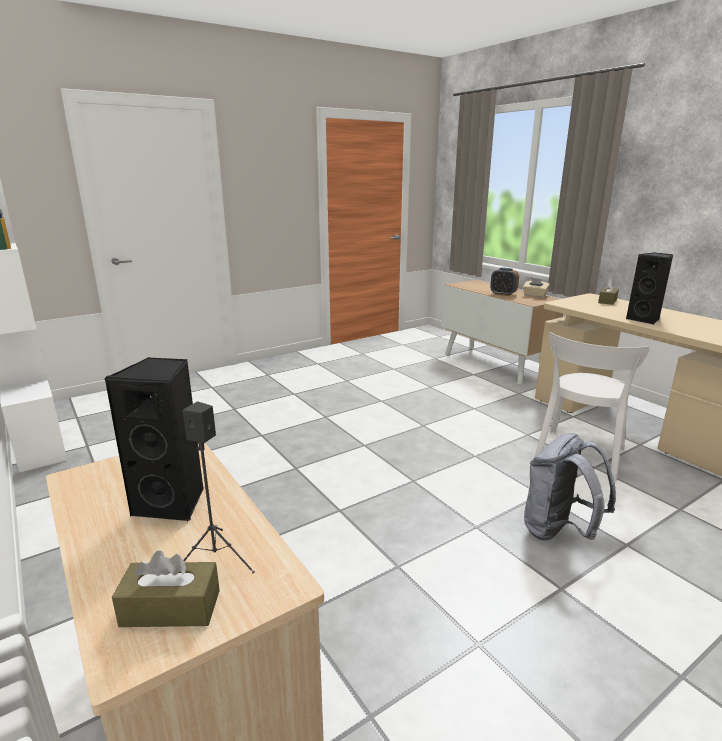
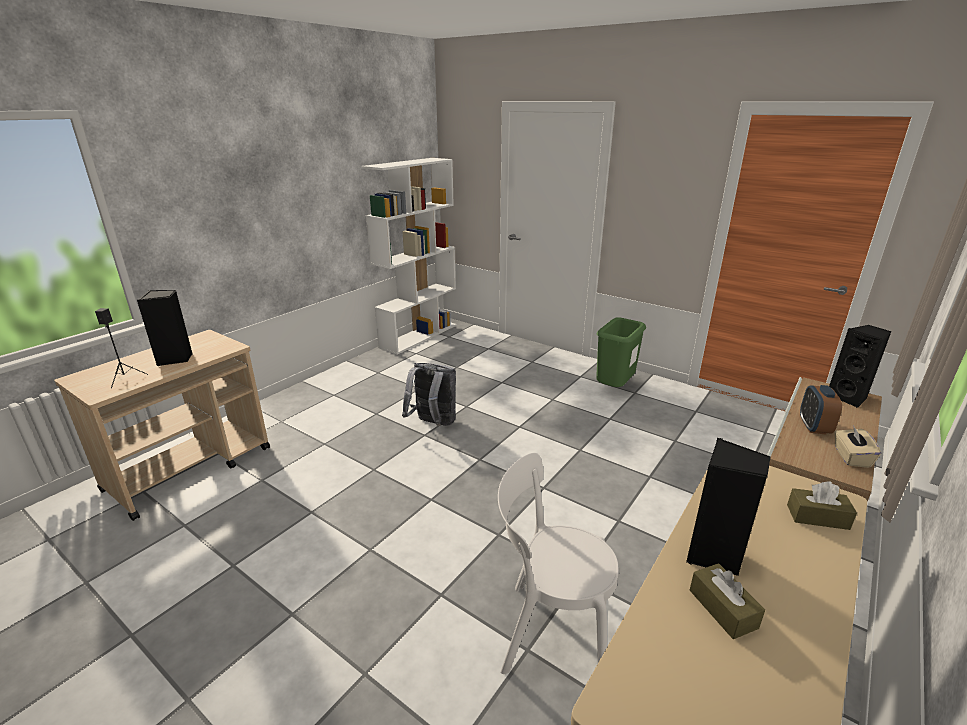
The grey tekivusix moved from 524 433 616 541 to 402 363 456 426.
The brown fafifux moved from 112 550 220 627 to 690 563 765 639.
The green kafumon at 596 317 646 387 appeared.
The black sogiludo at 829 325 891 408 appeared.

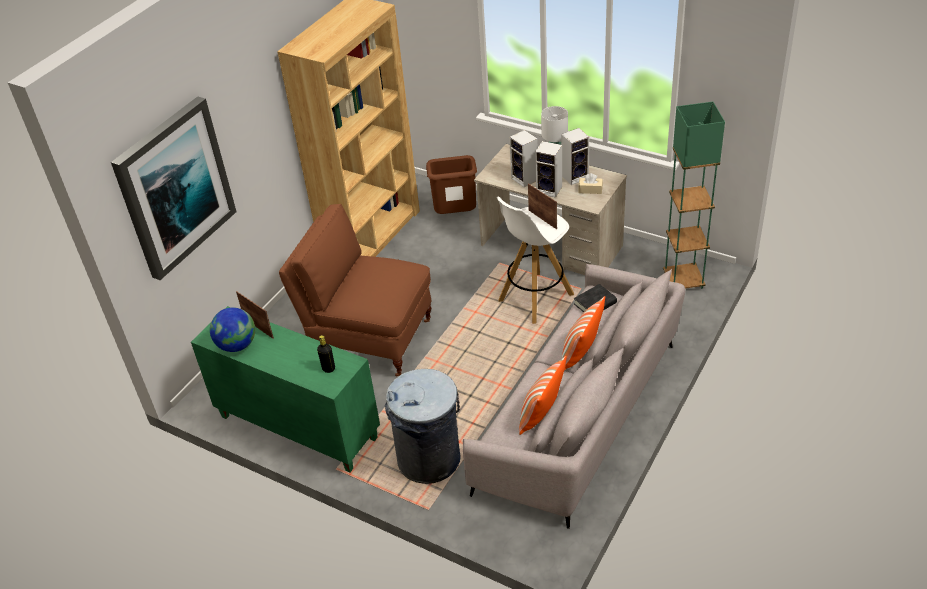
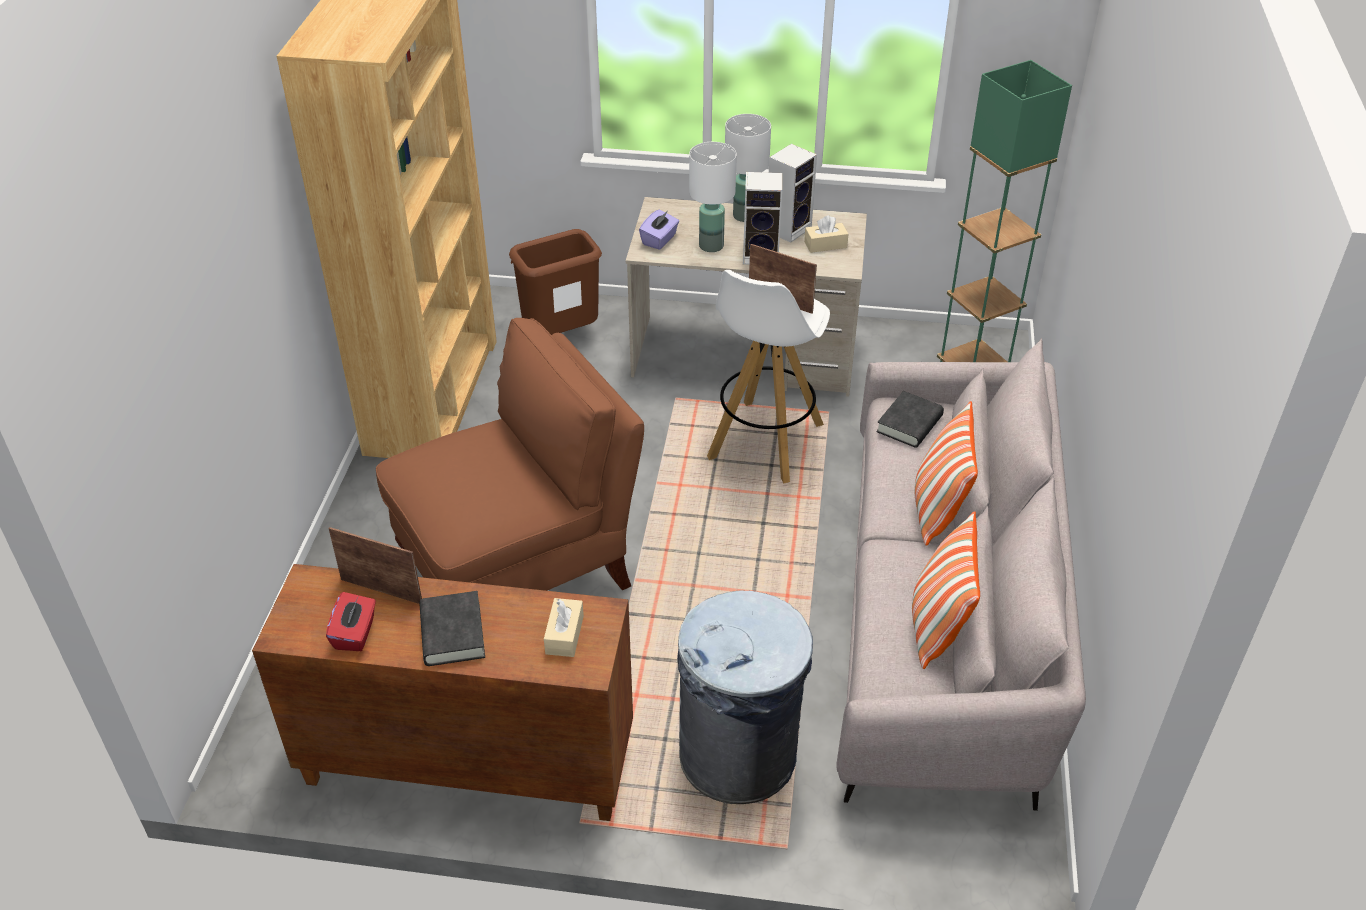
The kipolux at 111 96 237 280 disappeared.
The sogiludo at 509 130 538 187 was replaced by the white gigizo at 689 142 737 252.
The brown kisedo at 279 204 432 377 turned 150 degrees clockwise.
The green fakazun at 191 306 380 472 became the brown fakazun at 252 564 633 821.
The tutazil at 210 307 255 352 was replaced by the red fafifux at 326 592 376 651.
The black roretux at 317 335 335 373 was replaced by the beige fafifux at 544 598 584 657.
The purple fafifux at 639 209 679 250 appeared.
The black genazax at 419 591 485 666 appeared.

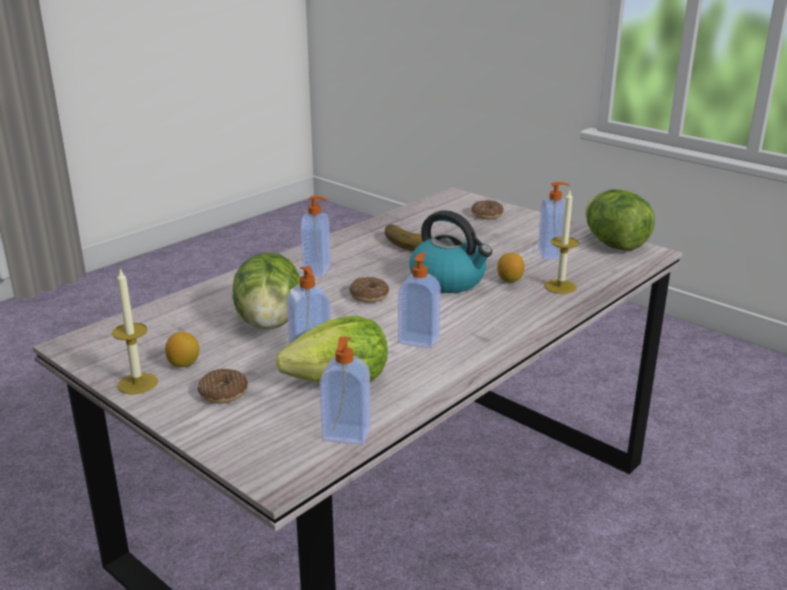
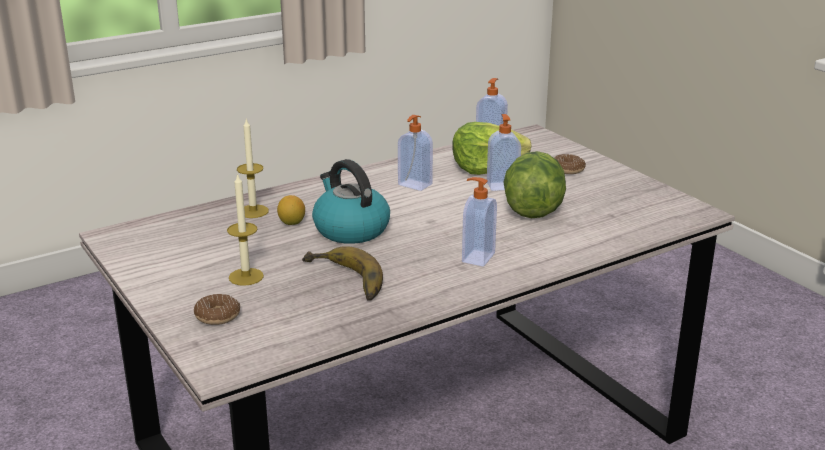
The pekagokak at 538 182 570 259 disappeared.
The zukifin at 585 189 655 251 disappeared.
The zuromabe moved from 112 269 158 394 to 227 173 264 286.
The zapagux at 349 277 389 303 disappeared.
The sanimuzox at 165 332 199 367 disappeared.

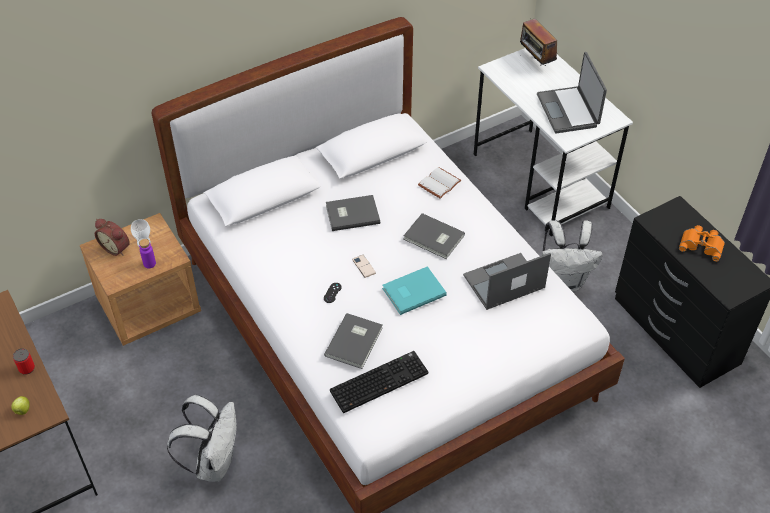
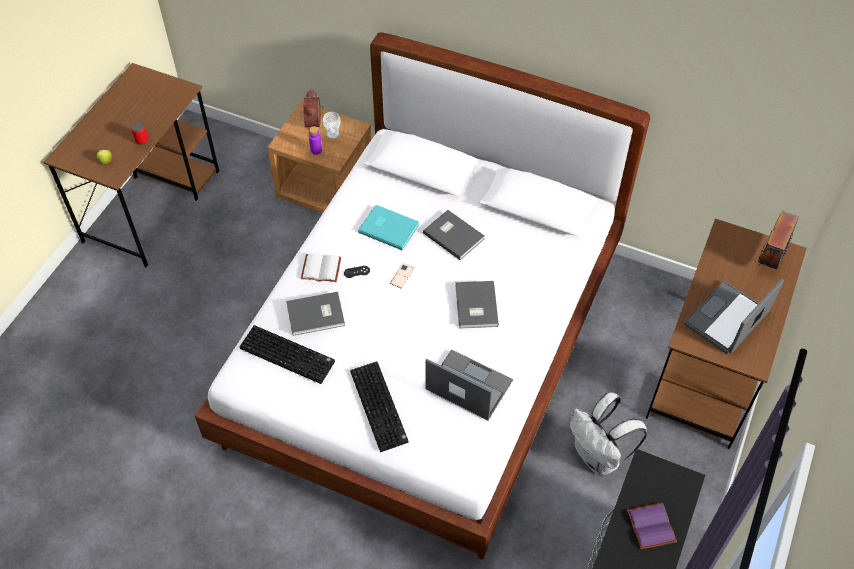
The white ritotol at 474 48 633 237 became the brown ritotol at 646 219 807 449.
The white genazax moved from 418 167 461 199 to 301 253 341 282.
The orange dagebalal at 679 225 725 262 was replaced by the purple genazax at 627 503 677 549.
The turquoise genazax moved from 382 266 447 315 to 358 205 419 250.
The white tekivusix at 167 395 237 482 disappeared.
The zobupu at 350 361 408 452 appeared.

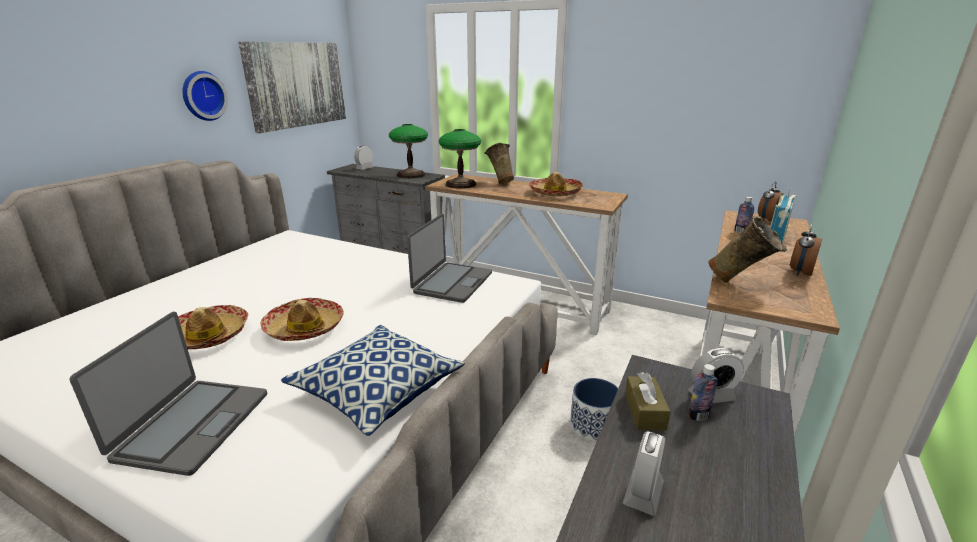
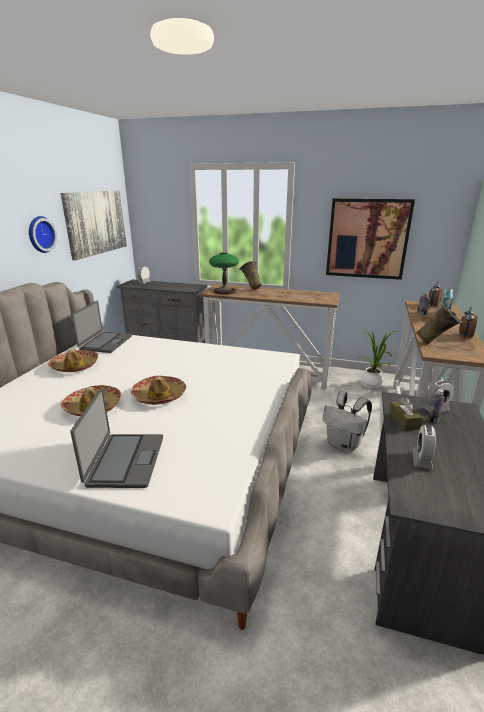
The gigizo at 389 124 428 178 disappeared.
The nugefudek moved from 529 172 583 196 to 48 349 98 372.
The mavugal moved from 407 214 492 303 to 72 301 132 353.
The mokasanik at 281 325 465 436 disappeared.
The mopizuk at 570 378 618 441 was replaced by the white tekivusix at 323 391 372 452.
The kipolux at 326 198 415 280 appeared.
The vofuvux at 359 331 400 389 appeared.

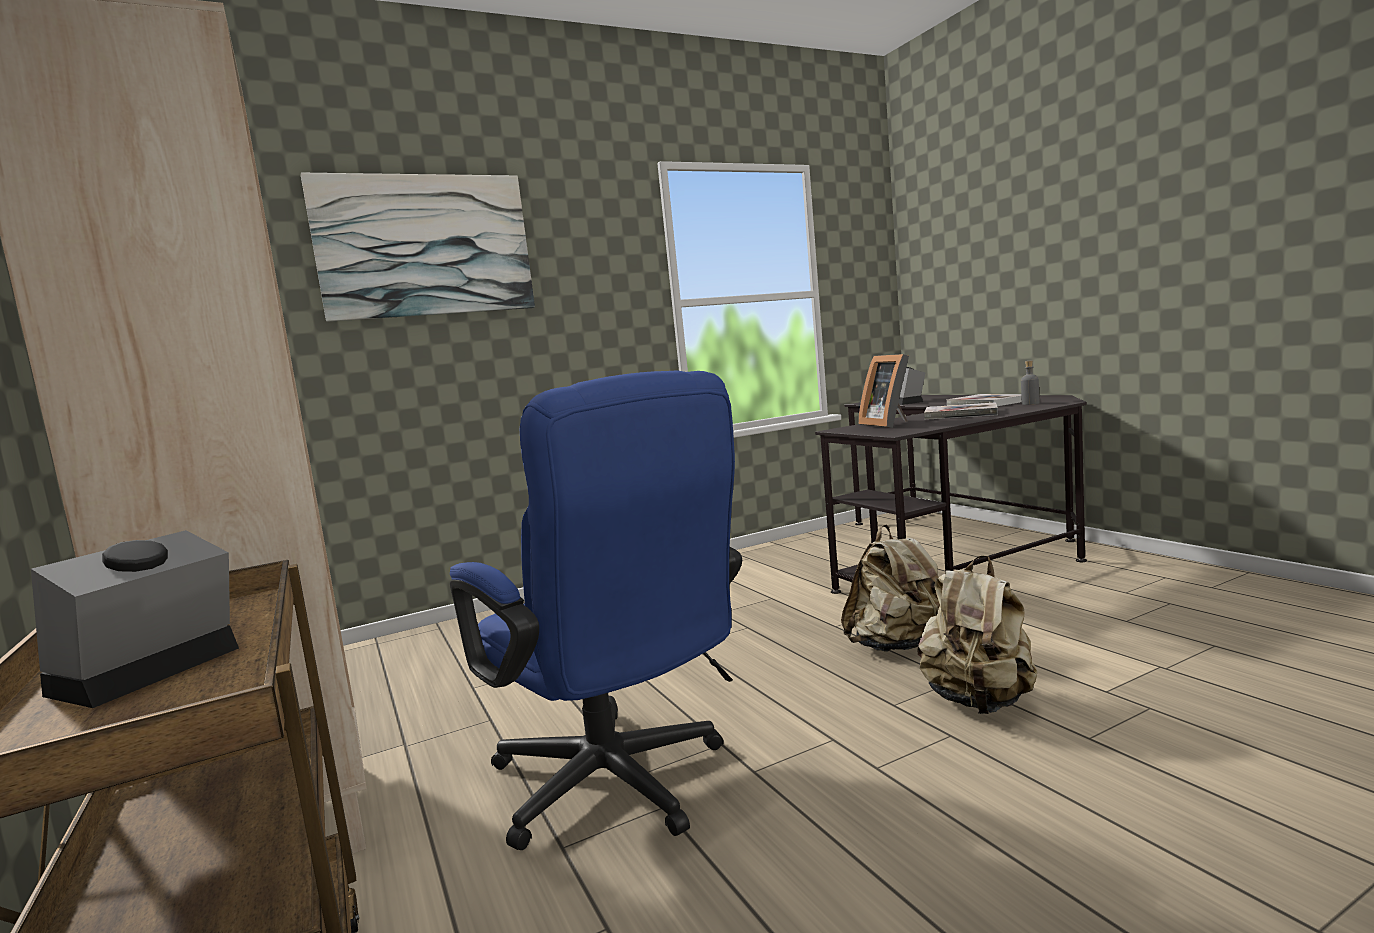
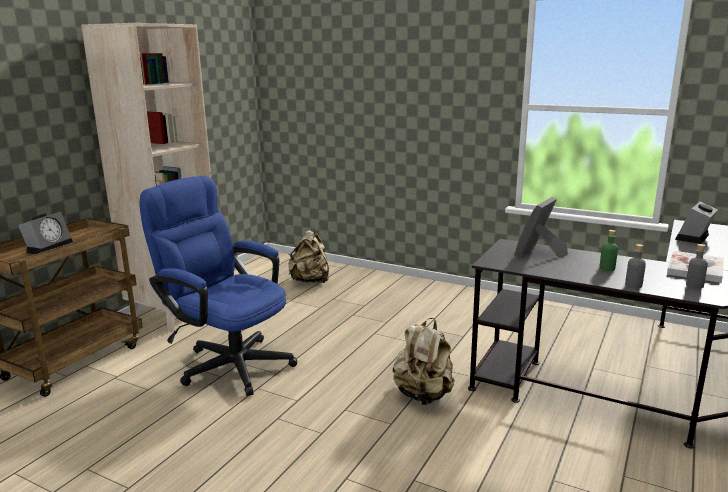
The kipolux at 301 172 535 322 disappeared.
The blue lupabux at 450 371 742 850 turned 105 degrees clockwise.
The genazax at 924 402 998 420 was replaced by the green roretux at 599 230 618 271.
The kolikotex at 31 530 239 708 turned 120 degrees clockwise.
The beige tekivusix moved from 917 555 1037 714 to 289 229 329 283.
The grey roretux at 625 244 646 288 appeared.

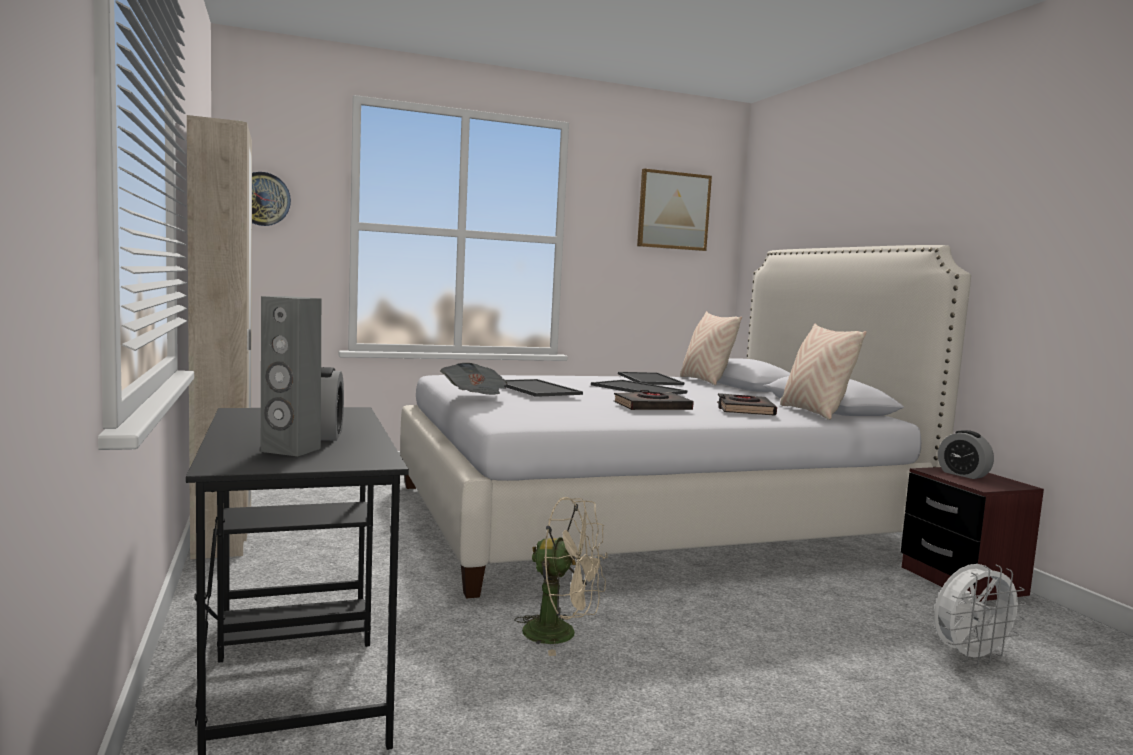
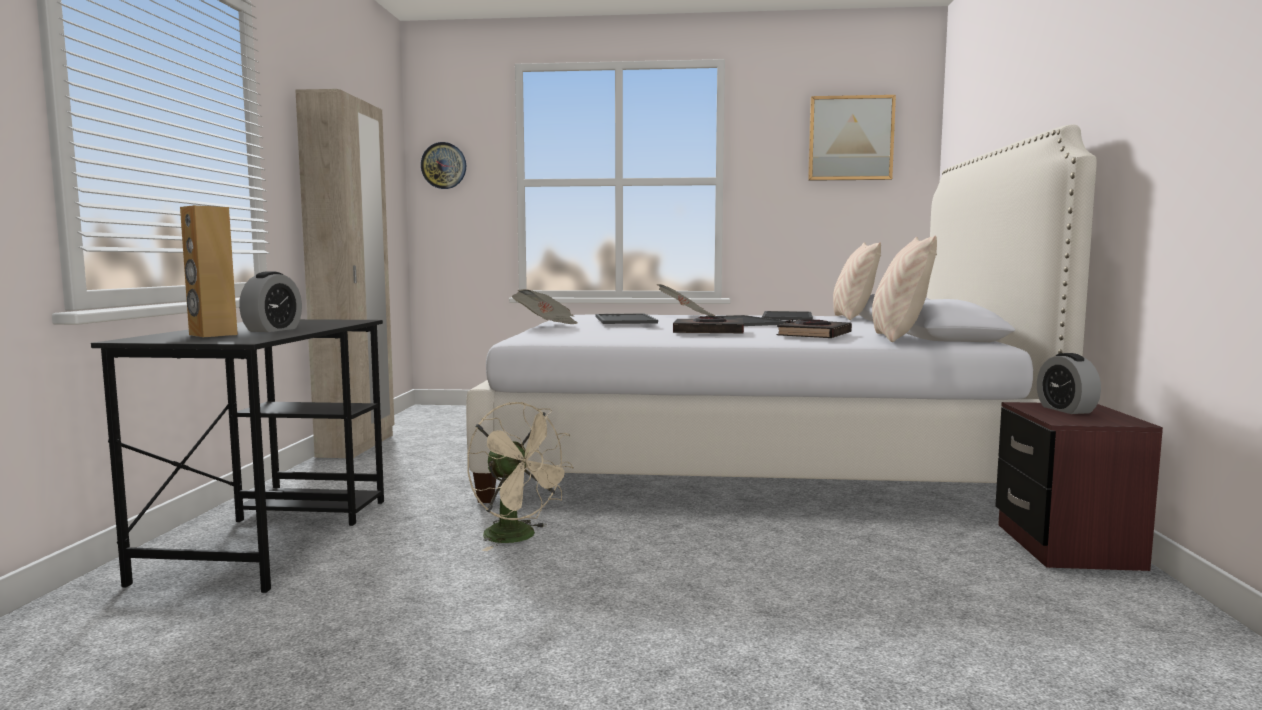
The grey sogiludo at 261 296 321 456 became the brown sogiludo at 180 205 238 337.
The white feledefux at 934 564 1027 665 disappeared.
The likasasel at 657 284 715 316 appeared.

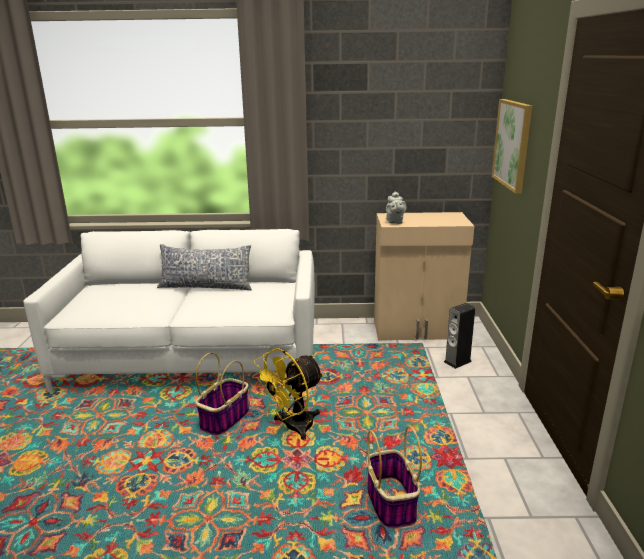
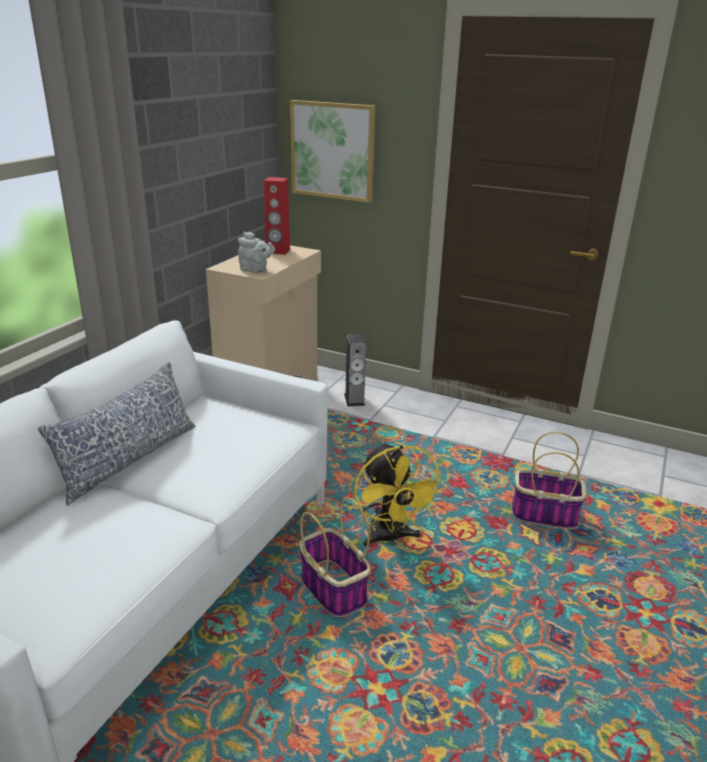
The red sogiludo at 264 177 290 255 appeared.

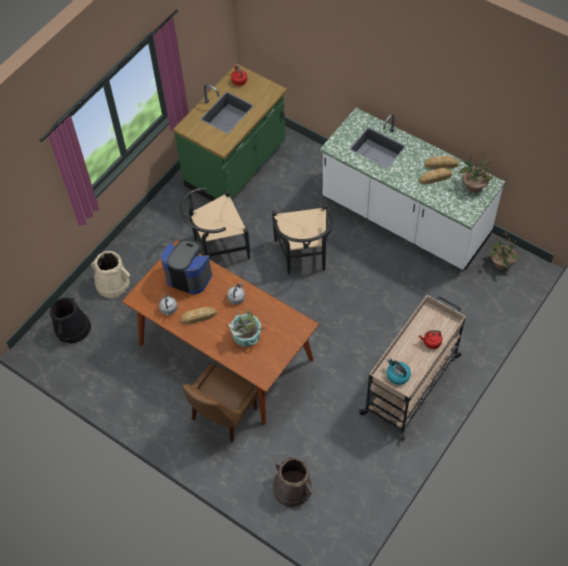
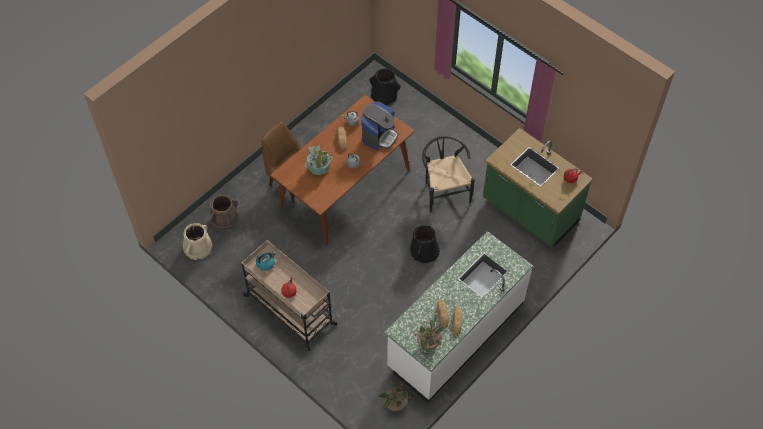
The black kisedo at 272 204 333 275 was replaced by the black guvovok at 410 225 440 263.
The beige guvovok moved from 91 251 130 298 to 183 223 212 260.

